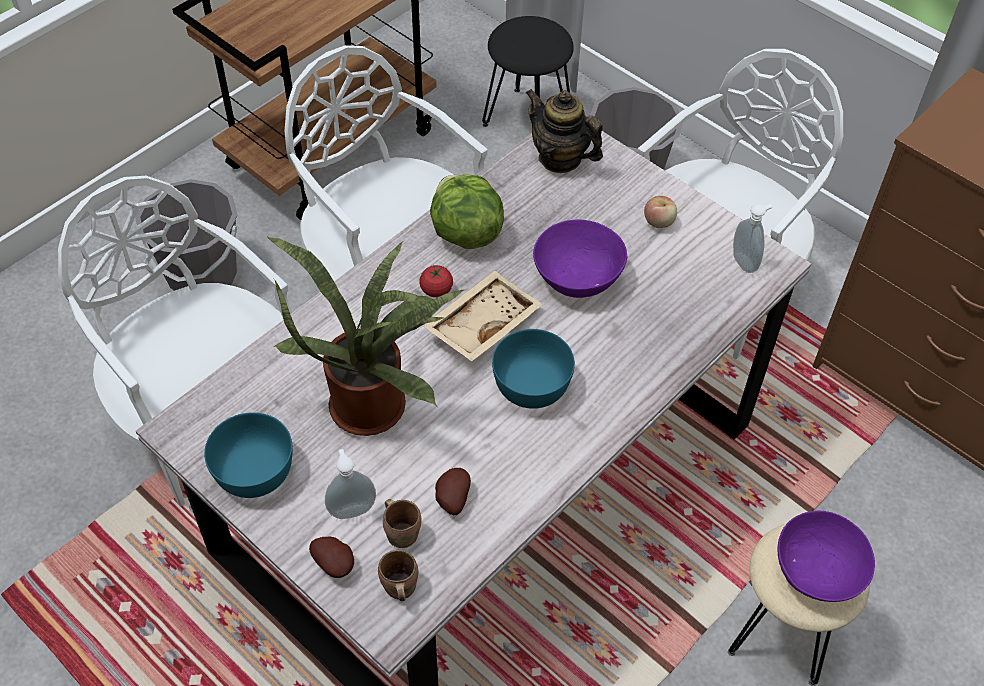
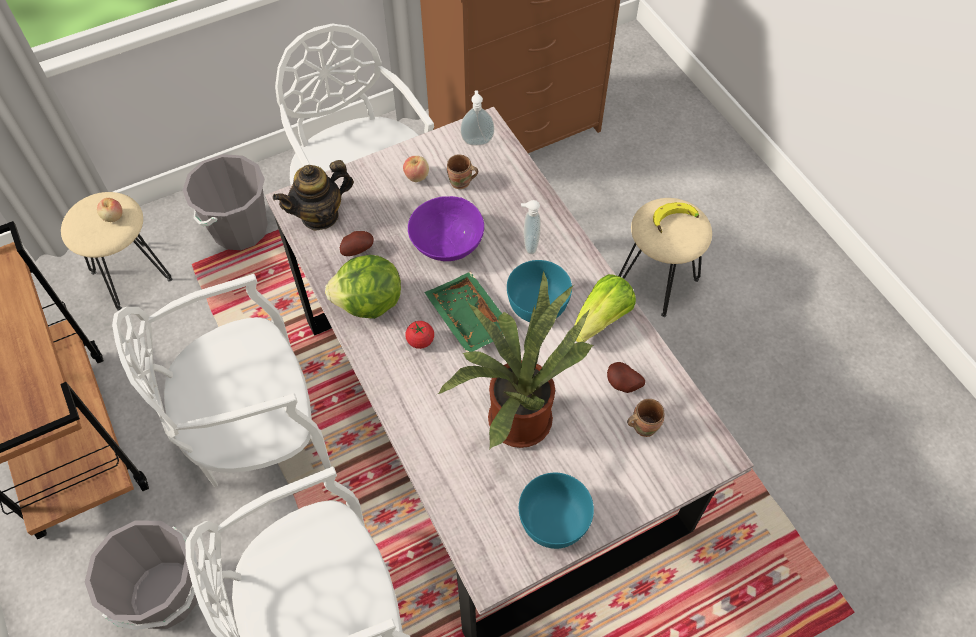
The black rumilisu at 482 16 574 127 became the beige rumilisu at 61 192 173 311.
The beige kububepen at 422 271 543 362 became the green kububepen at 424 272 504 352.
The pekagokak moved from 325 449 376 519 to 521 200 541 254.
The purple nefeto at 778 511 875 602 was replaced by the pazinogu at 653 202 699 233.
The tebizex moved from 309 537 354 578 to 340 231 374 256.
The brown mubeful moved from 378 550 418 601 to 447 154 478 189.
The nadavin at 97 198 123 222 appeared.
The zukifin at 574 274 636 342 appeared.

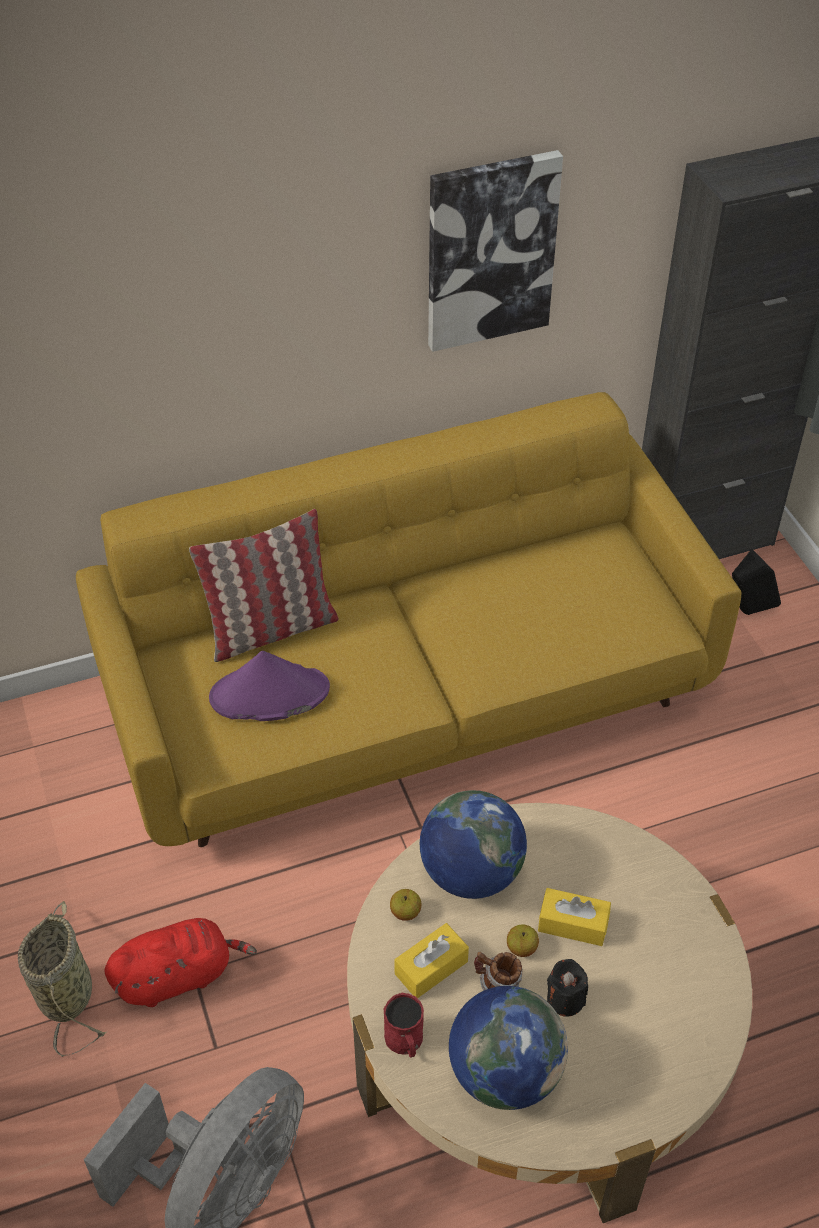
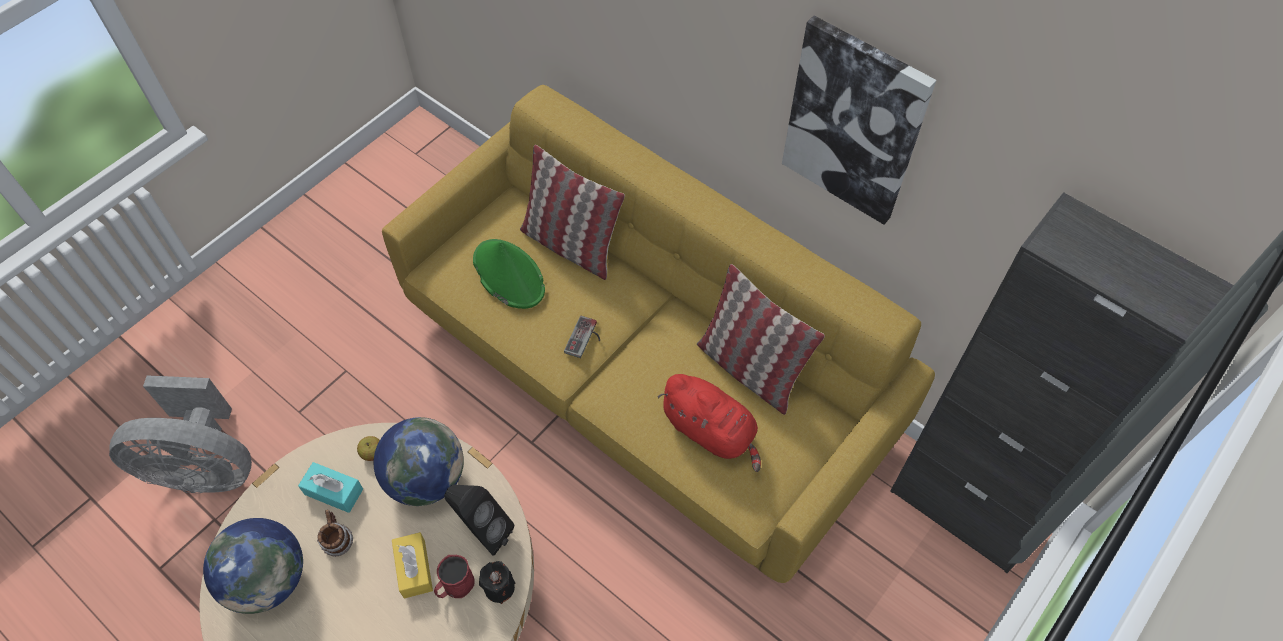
The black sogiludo moved from 732 549 781 615 to 444 484 514 556.
The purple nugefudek at 209 651 330 721 became the green nugefudek at 473 239 545 309.
The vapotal at 18 901 106 1057 disappeared.
The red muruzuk moved from 104 918 257 1007 to 658 374 761 472.
The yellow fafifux at 394 923 469 998 became the turquoise fafifux at 298 462 363 513.
The nadavin at 507 924 539 957 disappeared.
The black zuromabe moved from 547 959 588 1017 to 479 561 515 604.
The red mubeful moved from 384 993 424 1058 to 434 555 474 598.
The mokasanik at 697 264 825 415 appeared.
The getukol at 564 316 600 358 appeared.

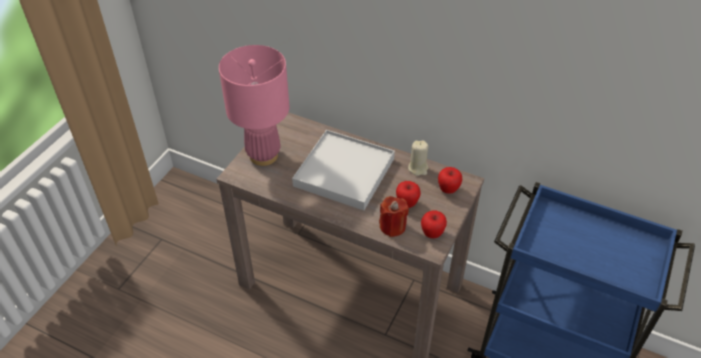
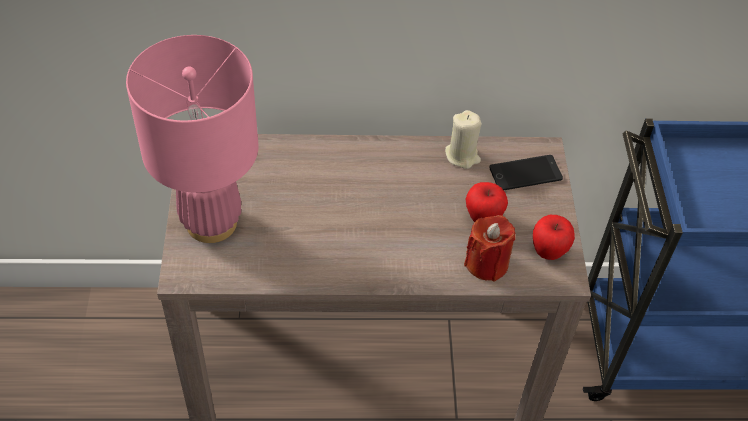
The white kububepen at 292 130 395 210 disappeared.
The nadavin at 438 167 462 194 was replaced by the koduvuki at 489 155 563 190.

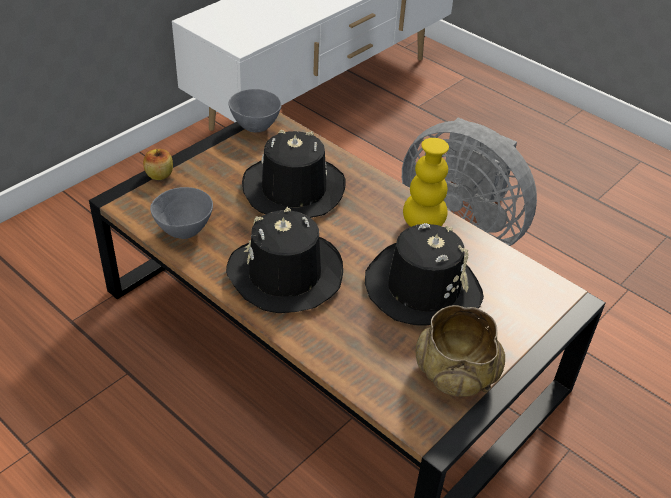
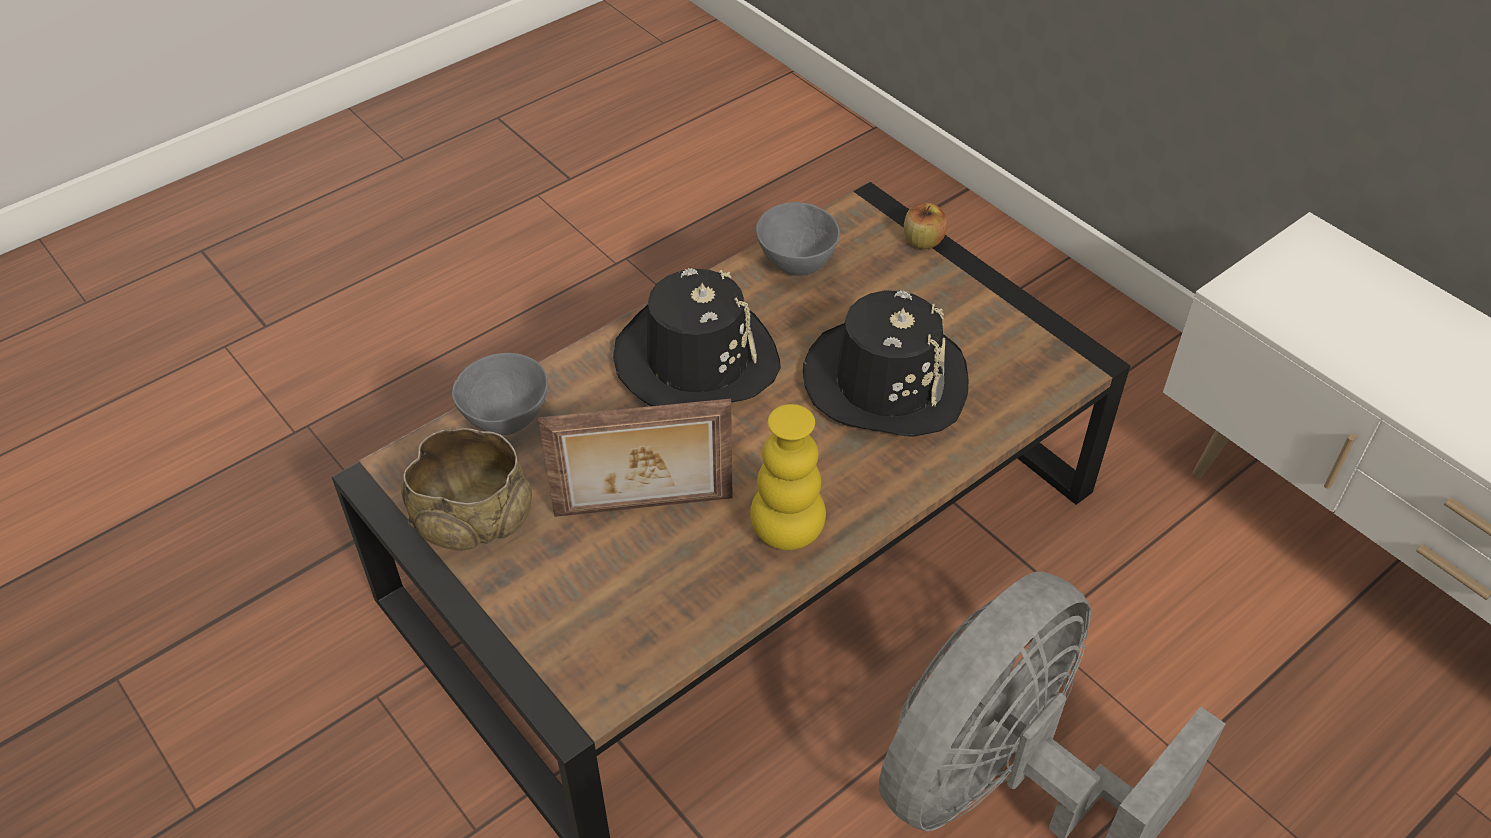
The grey nefeto moved from 228 89 281 132 to 452 353 548 435.
The black nugefudek at 365 223 484 326 was replaced by the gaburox at 538 399 732 517.

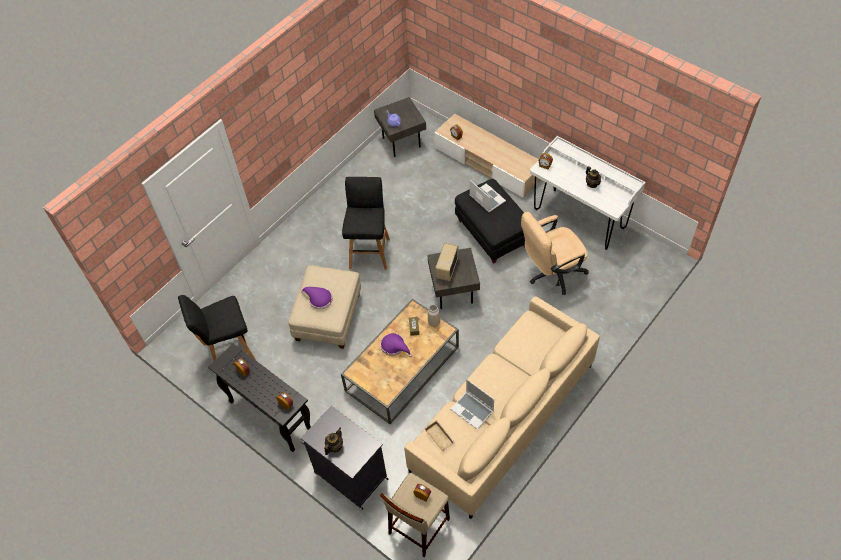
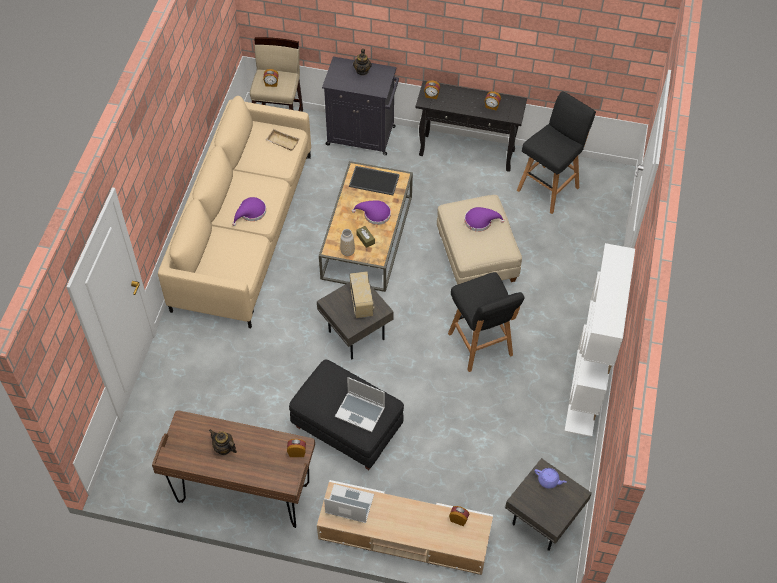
The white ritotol at 530 136 645 250 became the brown ritotol at 152 410 315 528.
The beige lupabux at 521 212 589 295 disappeared.
The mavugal moved from 451 379 494 430 to 324 484 374 523.
The kububepen at 349 166 400 195 appeared.
The purple nugefudek at 232 197 266 226 appeared.
The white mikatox at 565 243 635 437 appeared.

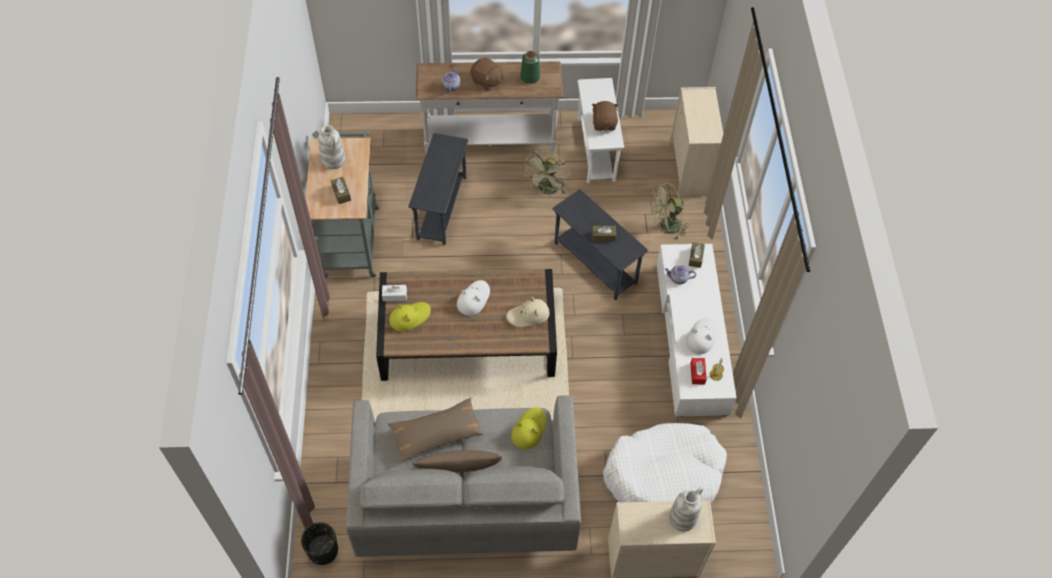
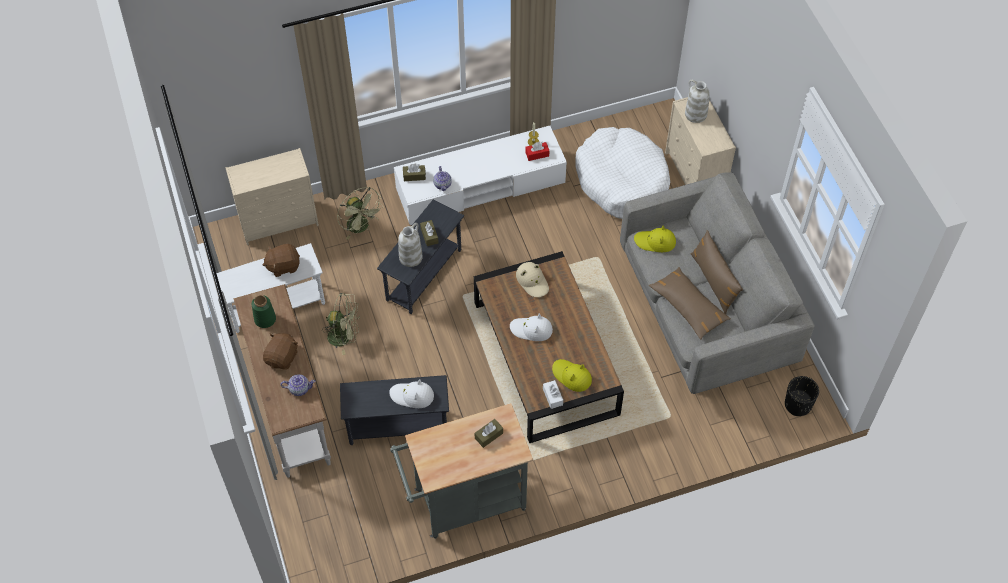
The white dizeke moved from 318 125 345 169 to 398 223 423 267.
The white nugefudek moved from 686 318 717 354 to 389 380 434 408.

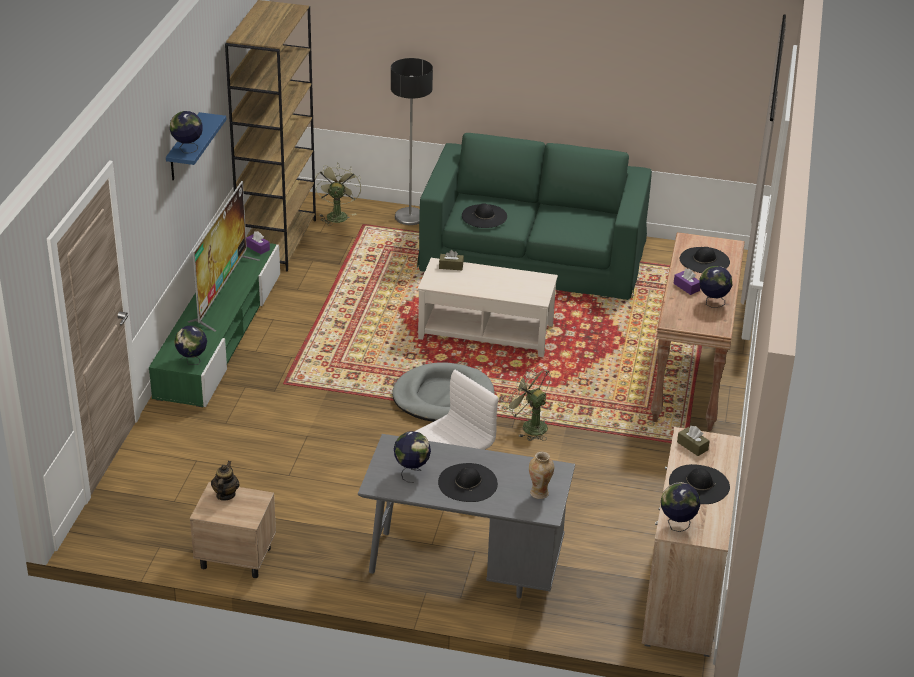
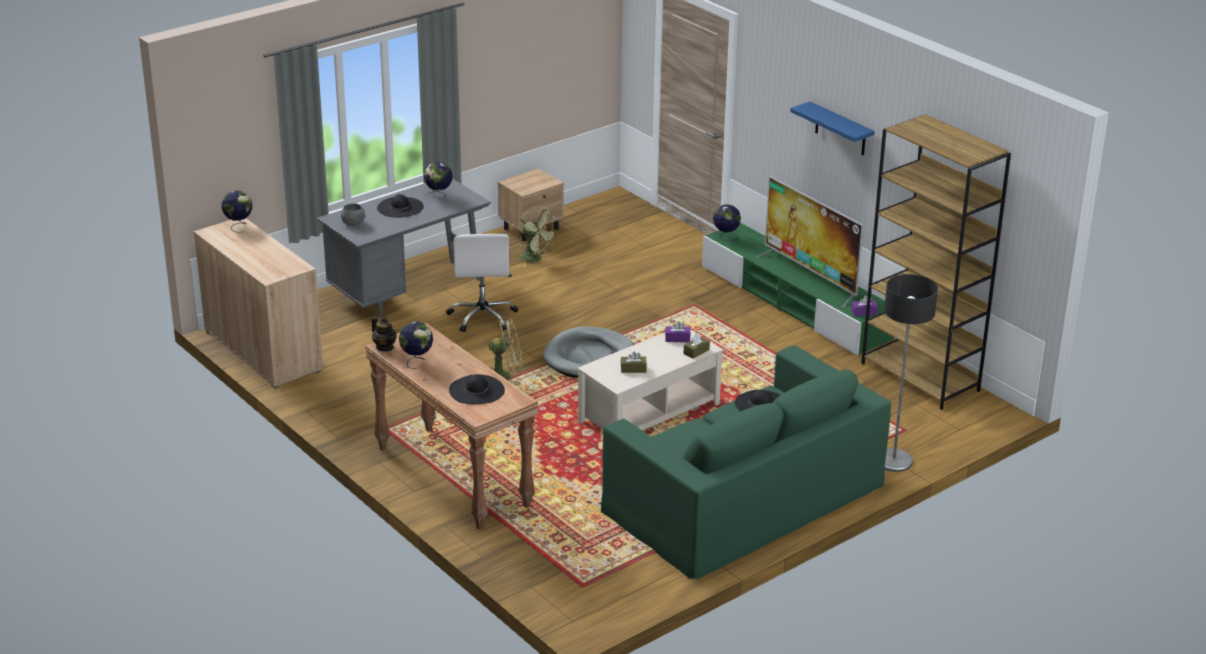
The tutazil at 170 111 203 153 disappeared.
The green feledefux moved from 315 163 361 226 to 518 206 558 267.
The purple fafifux moved from 673 269 700 295 to 665 321 690 343.
The brown fafifux moved from 677 426 710 456 to 621 351 647 373.
The dizeke at 529 452 554 499 was replaced by the grey nefeto at 341 203 365 226.
The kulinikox moved from 211 461 240 501 to 371 317 397 351.
The black nugefudek at 669 464 730 504 disappeared.

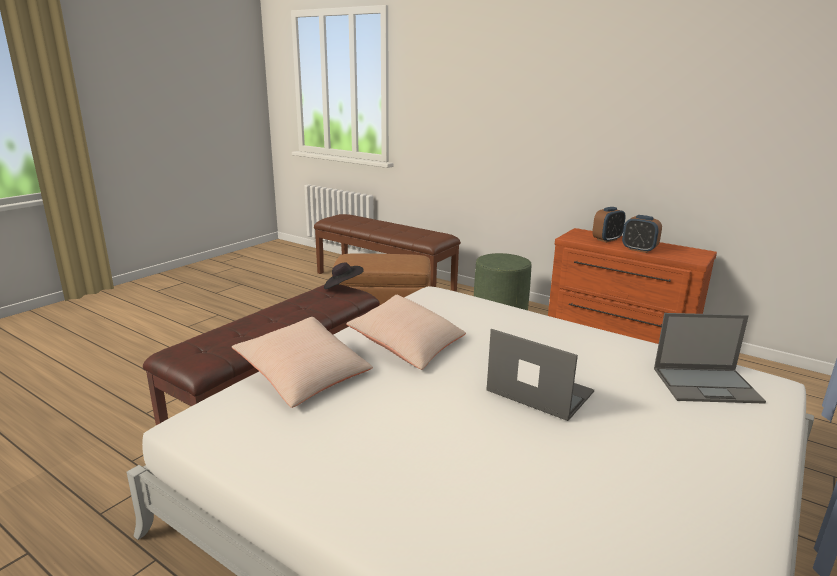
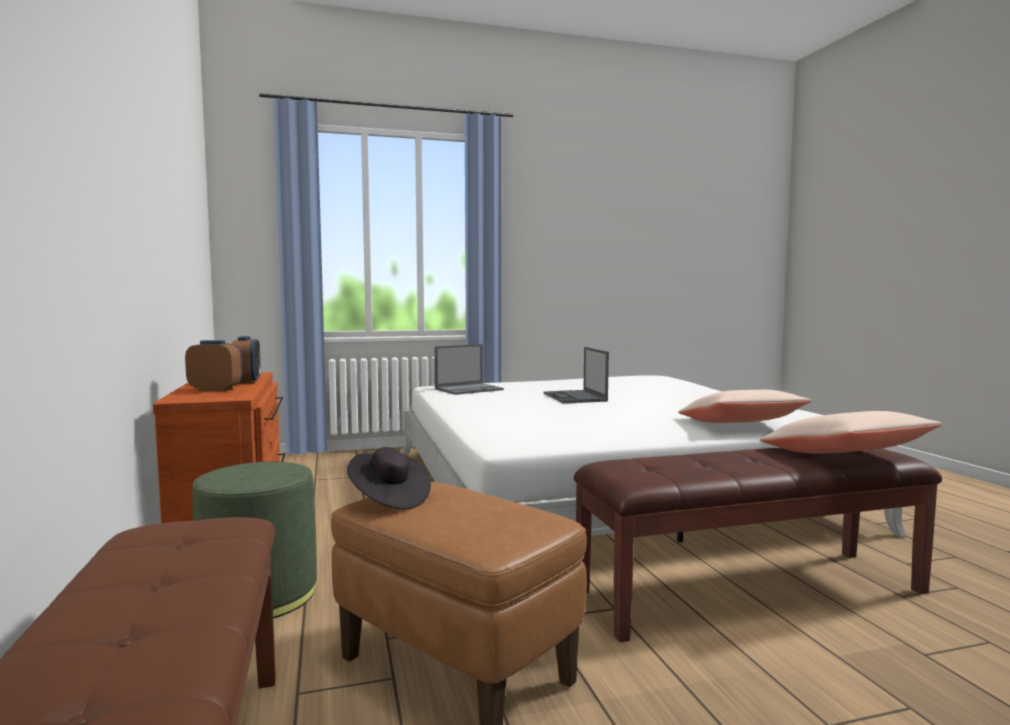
The black nugefudek moved from 324 262 364 289 to 347 447 431 509.
The beige mokasanik moved from 346 295 466 370 to 760 411 942 453.
The mavugal at 654 313 766 404 turned 105 degrees clockwise.

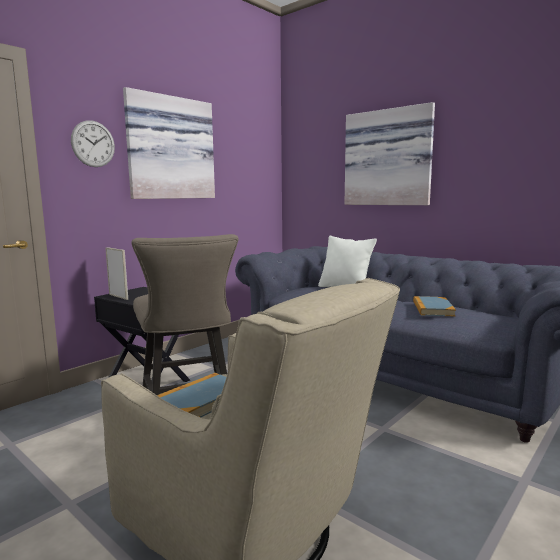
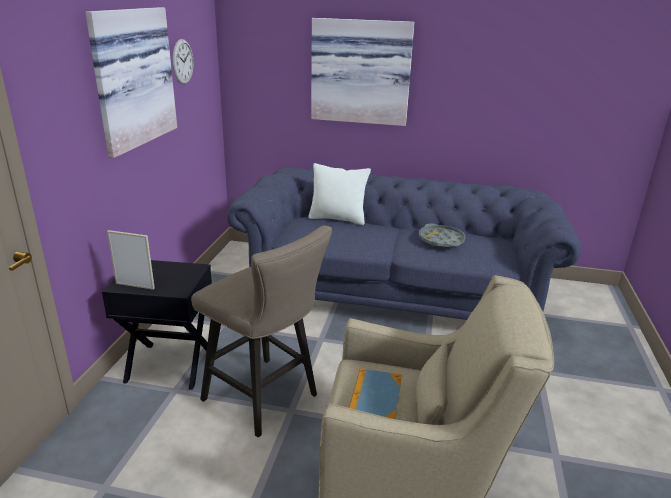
The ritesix moved from 71 120 115 167 to 172 39 194 84.
The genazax at 413 296 456 316 was replaced by the grey kububepen at 419 224 466 247.

